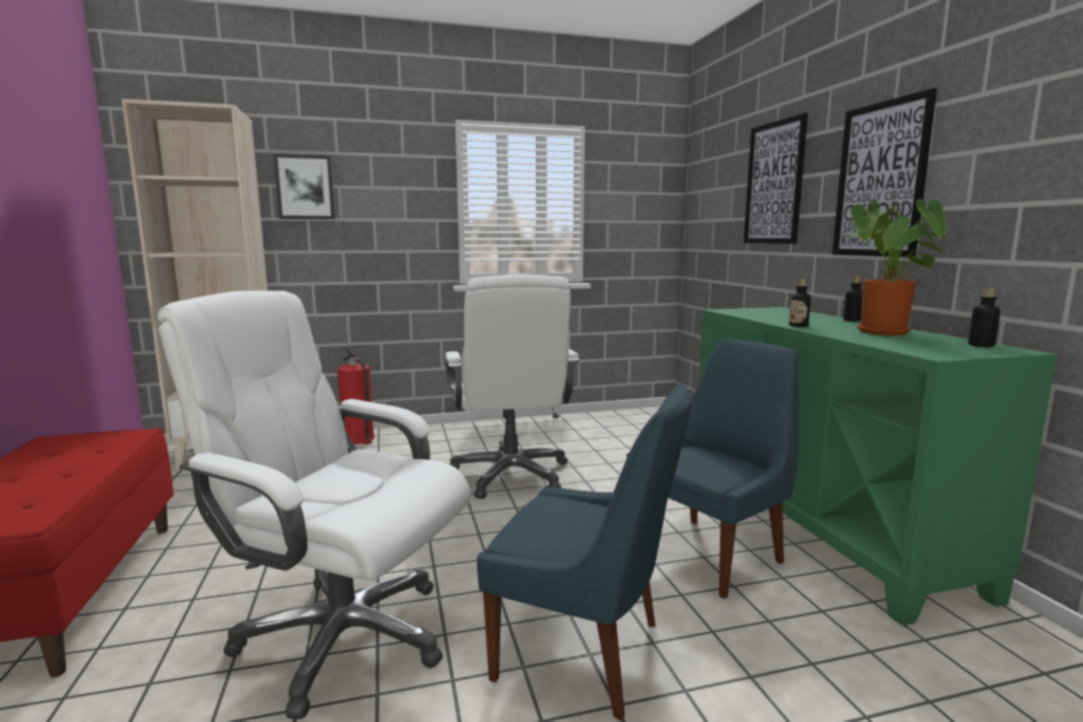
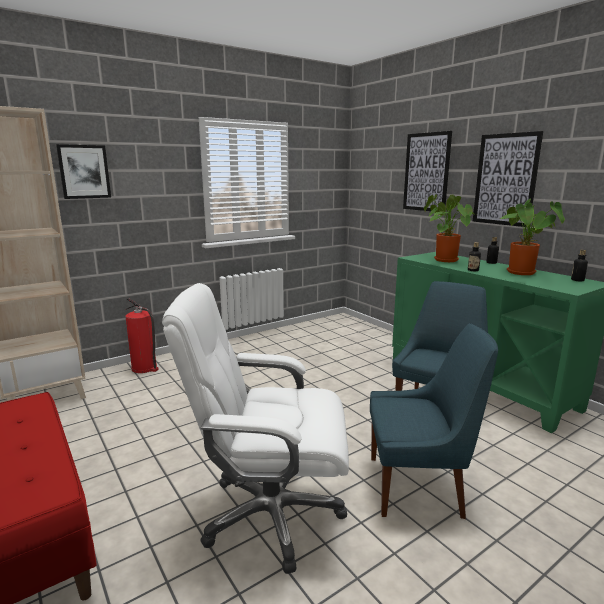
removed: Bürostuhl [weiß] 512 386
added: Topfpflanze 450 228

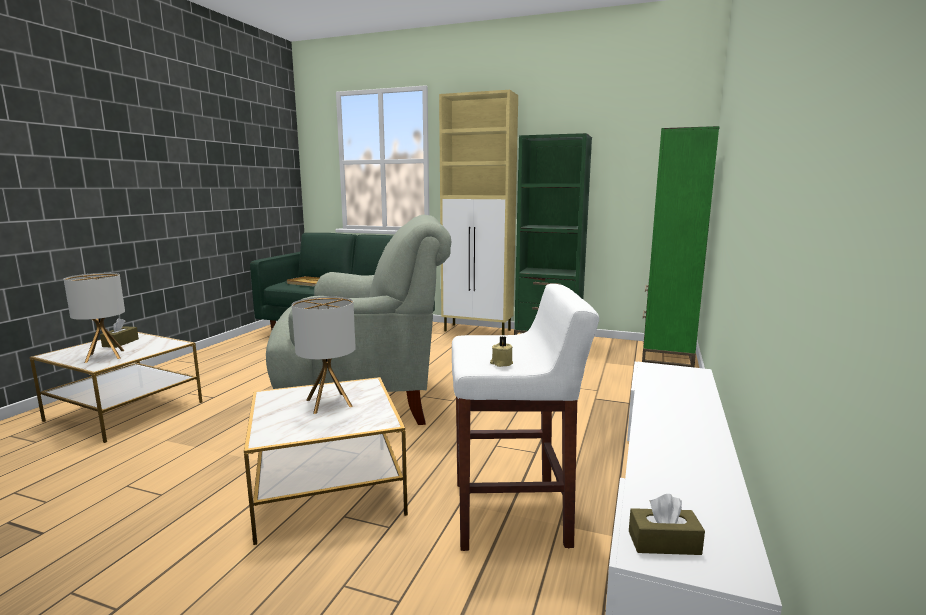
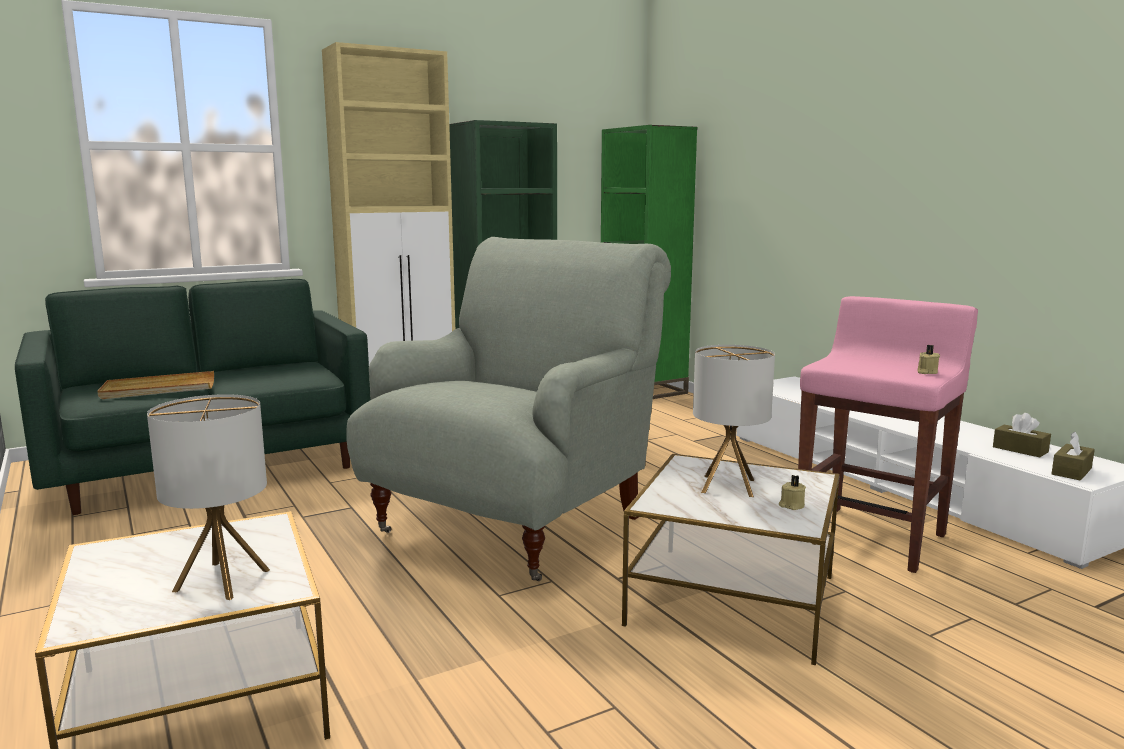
added: Kerze [beige] 792 492
moved: Taschentuchbox [braun] 119 333 to 1022 435
recoloured: Hocker [weiß] 525 417 to Hocker [rosa] 888 434

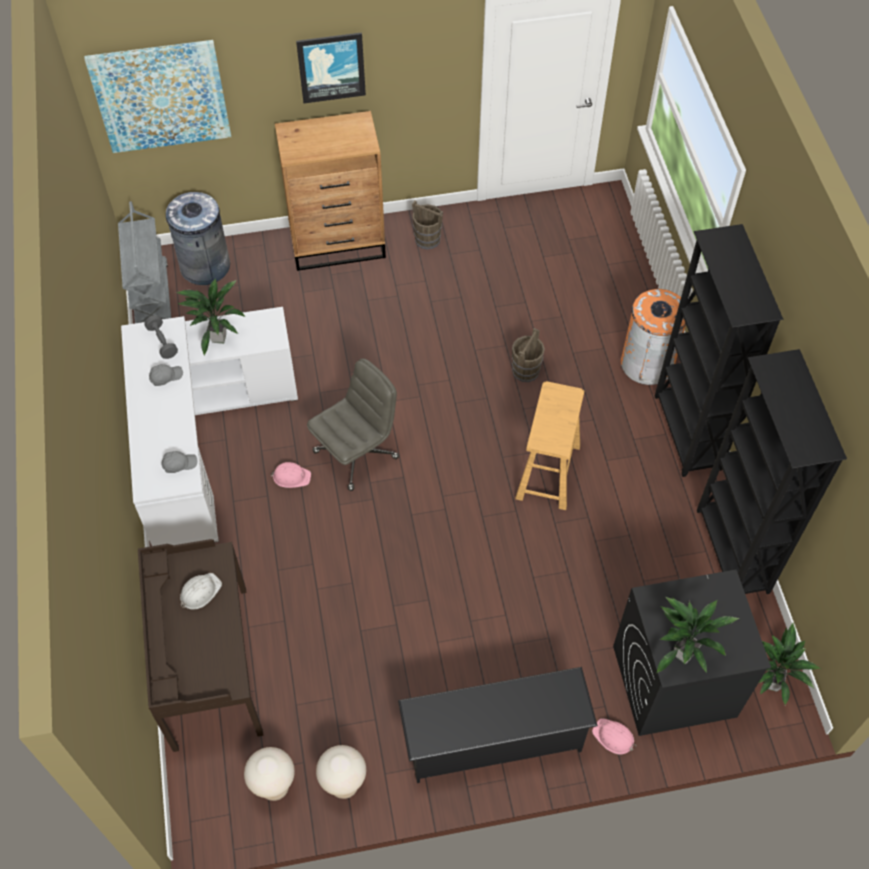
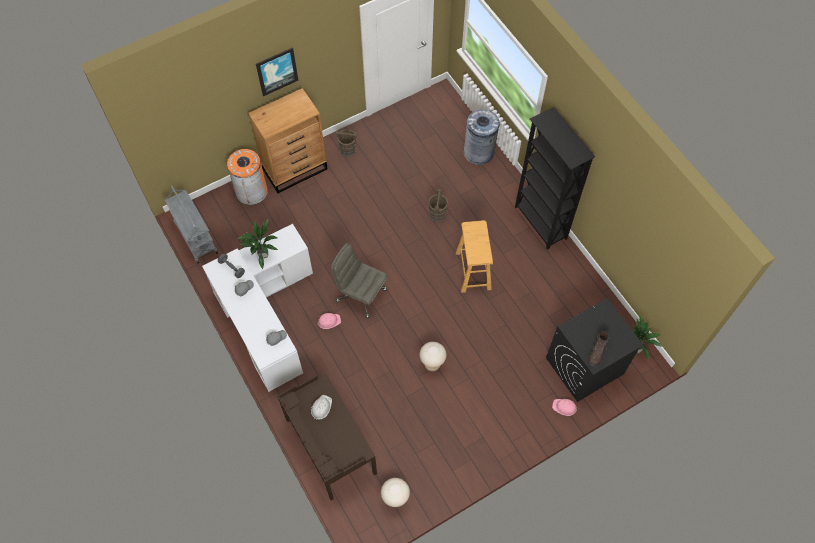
removed: Bild 157 96; Bücherregal [schwarz] 772 471; Schuhregal [schwarz] 498 725
moved: Mülleimer [grau] 197 238 to 481 137; Mülleimer [orange] 653 337 to 247 177; Hocker [beige] 341 772 to 433 356
replaced: Topfpflanze 697 635 to Stiefel [braun] 598 348
turned: Bürostuhl [grau] 353 424 = 359 280 90 degrees counterclockwise

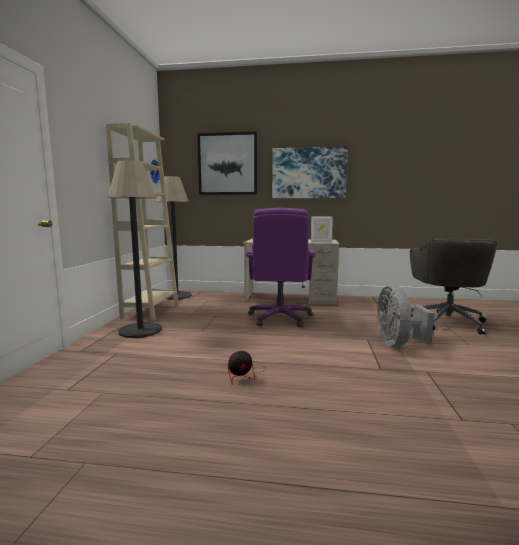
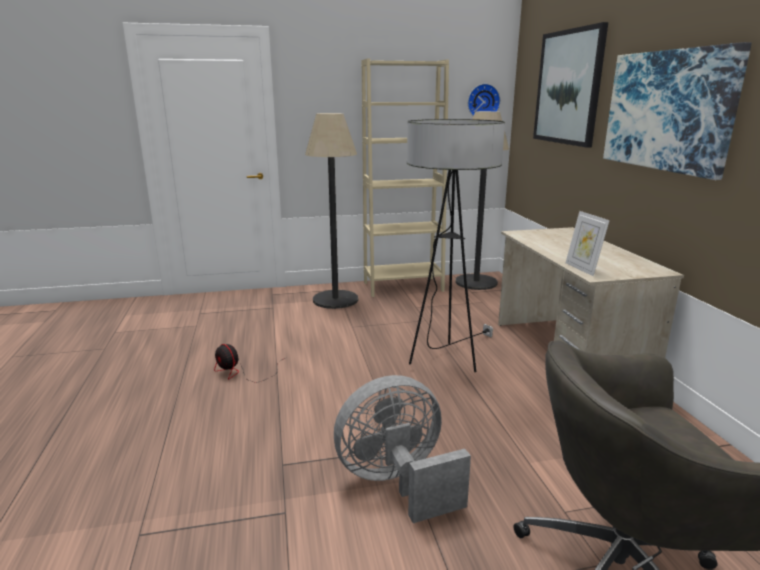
replaced: Bürostuhl [lila] 281 267 to Stehlampe 456 245

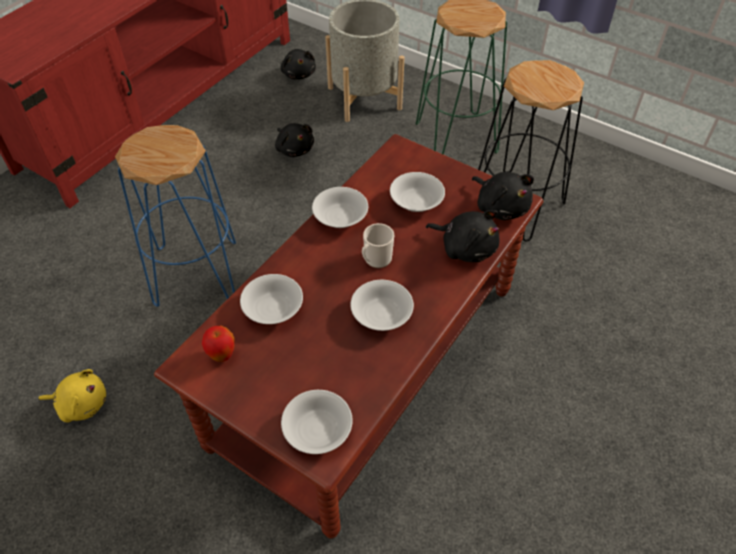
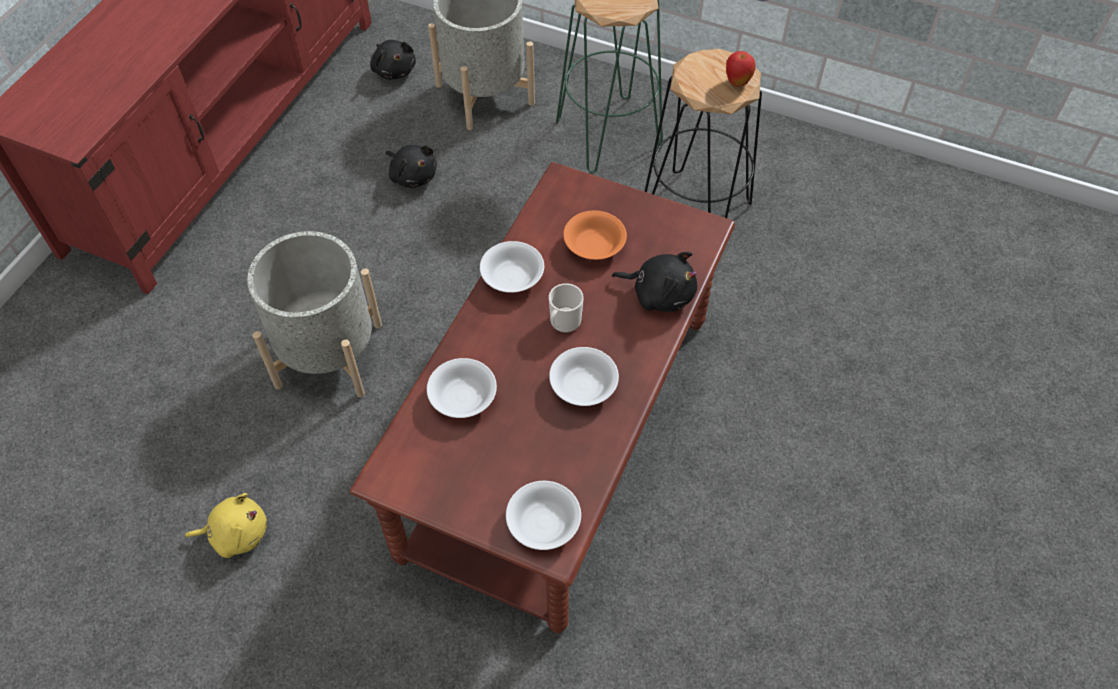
removed: Plüschtier [schwarz] 503 196
moved: Apfel 218 344 to 741 69
replaced: Hocker [blau] 175 216 to Pflanzkübel [grau] 314 314
recoloured: Schüssel [weiß] 417 192 to Schüssel [orange] 595 235

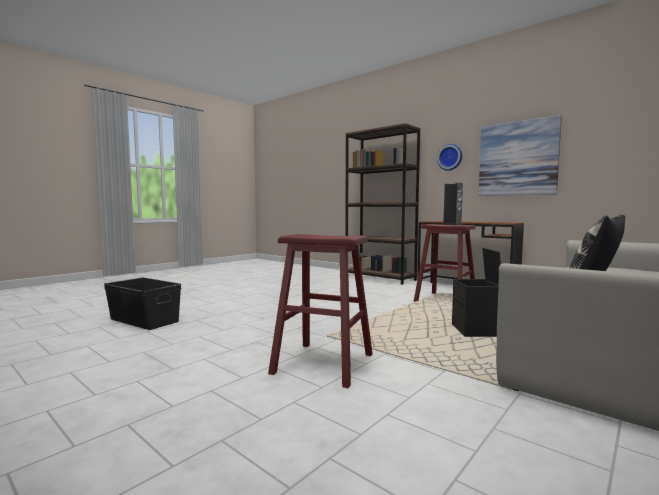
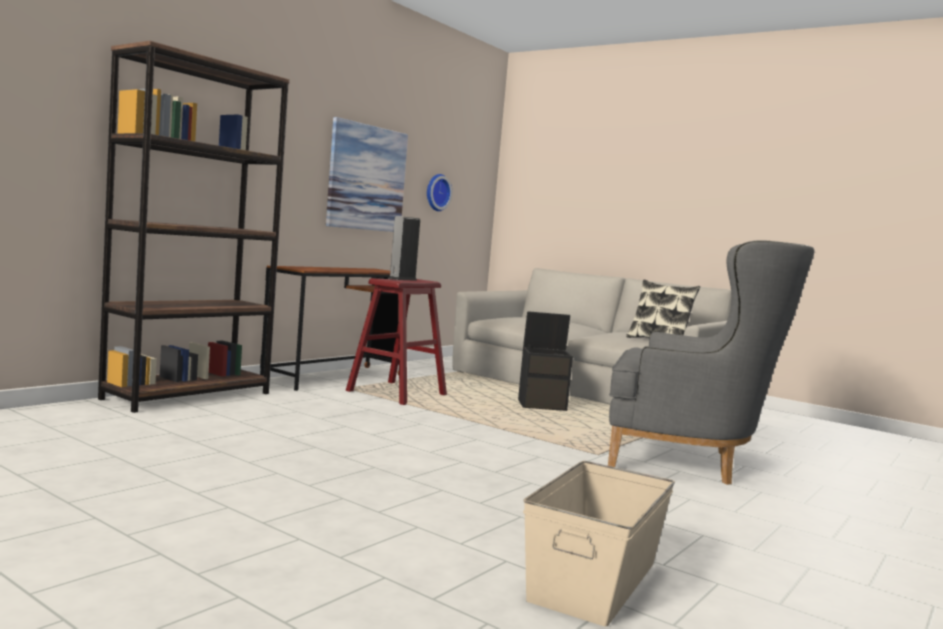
moved: Wanduhr 449 157 to 439 192
replaced: Hocker [rot] 320 311 to Sessel [grau] 711 362
recoloured: Aufbewahrungsbox [schwarz] 142 303 to Aufbewahrungsbox [beige] 599 544

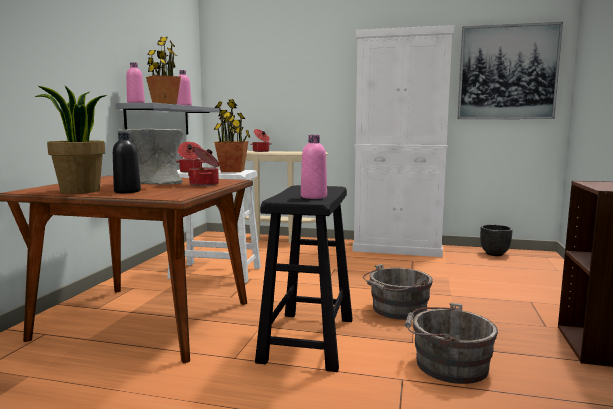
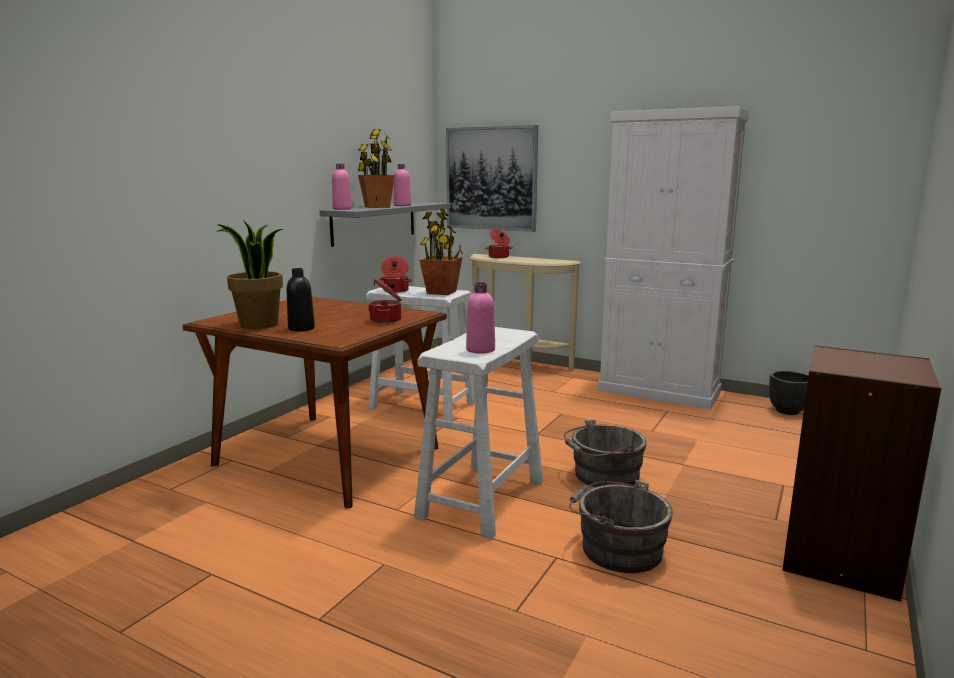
removed: Vase [grau] 150 157
moved: Bild 510 70 to 492 178
recoloured: Hocker [schwarz] 304 278 to Hocker [weiß] 478 433

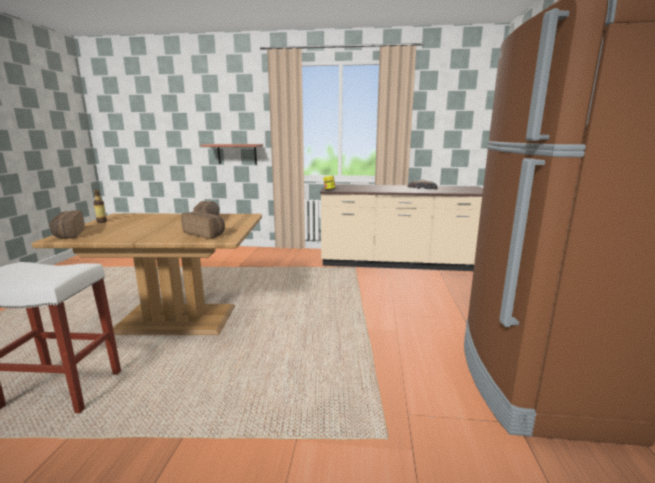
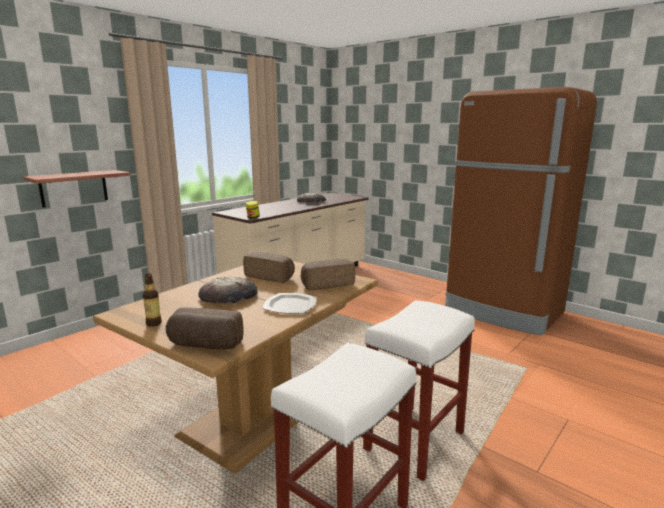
added: Brot 228 289; Teller 290 303; Hocker [weiß] 419 390

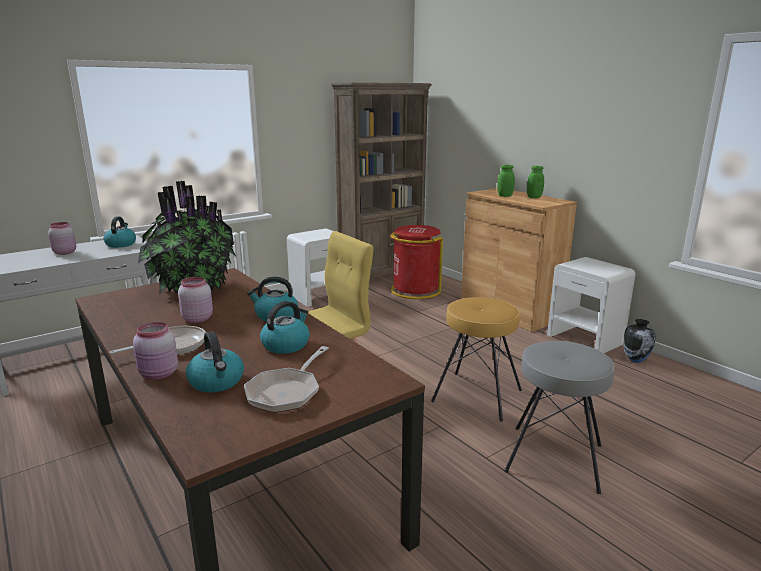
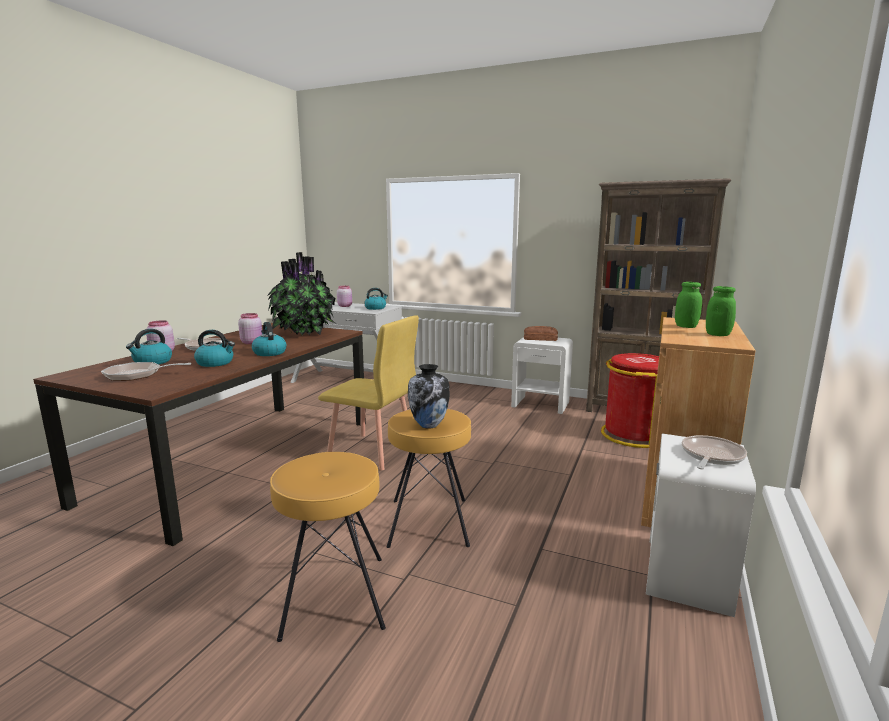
added: Brot 541 333; Pfanne 714 452
moved: Vase 639 341 to 429 396
recoloured: Hocker [grau] 559 417 to Hocker [braun] 328 547

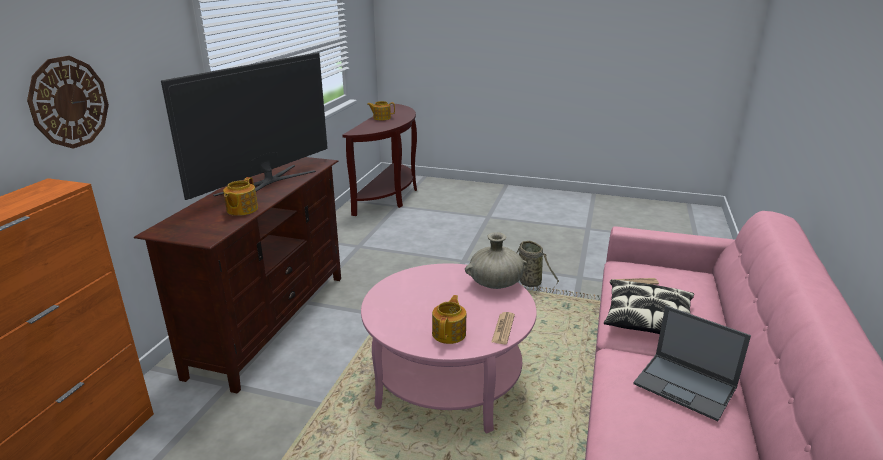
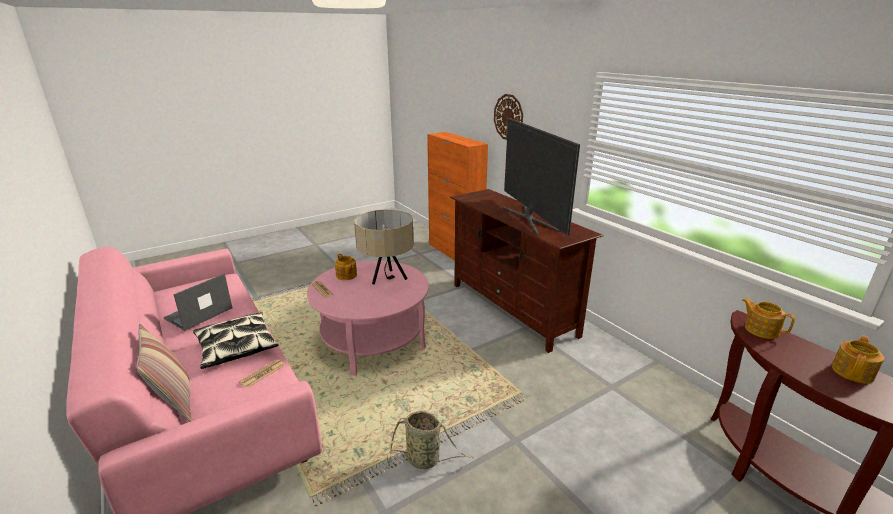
removed: Vase [beige] 496 260
added: Tischlampe [beige] 384 247; Kissen 164 373
moved: Teekanne 240 196 to 768 318
turned: Laptop 692 363 = 197 302 45 degrees counterclockwise

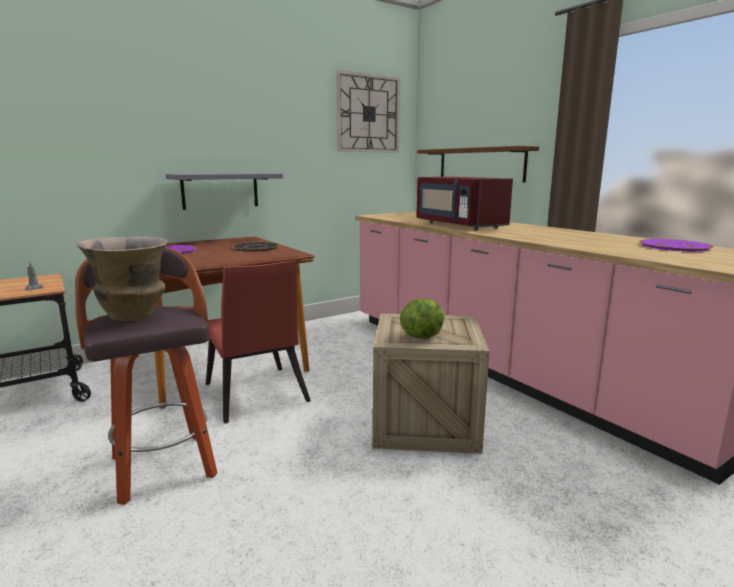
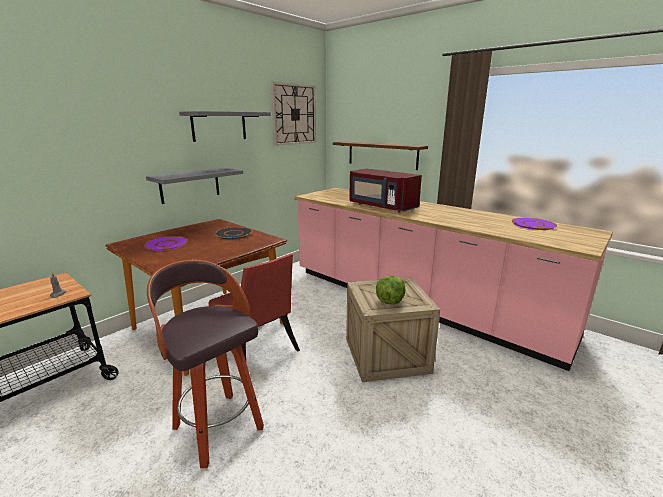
removed: Vase 122 278
added: Wandregal [grau] 225 126

